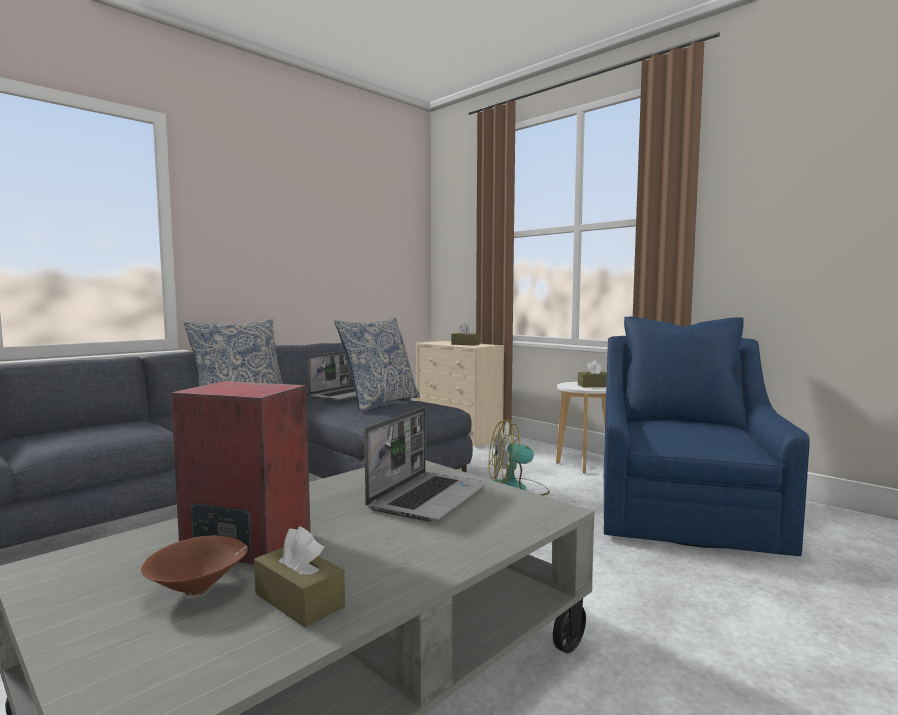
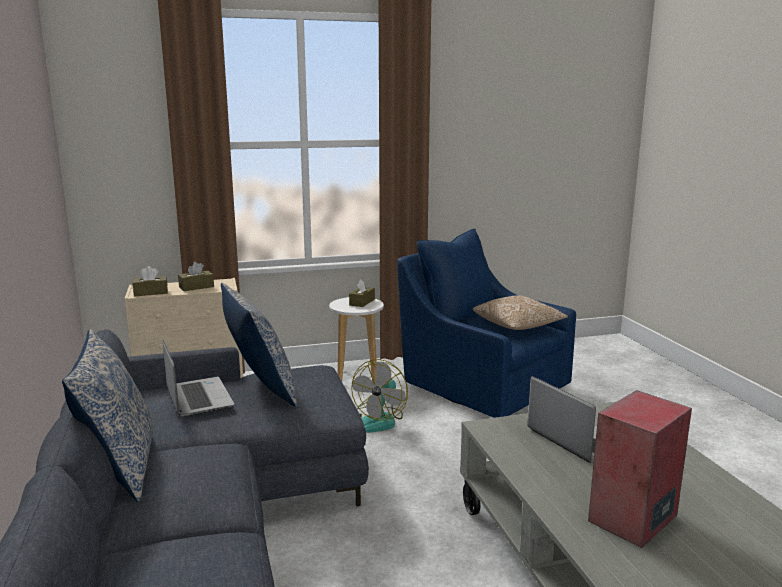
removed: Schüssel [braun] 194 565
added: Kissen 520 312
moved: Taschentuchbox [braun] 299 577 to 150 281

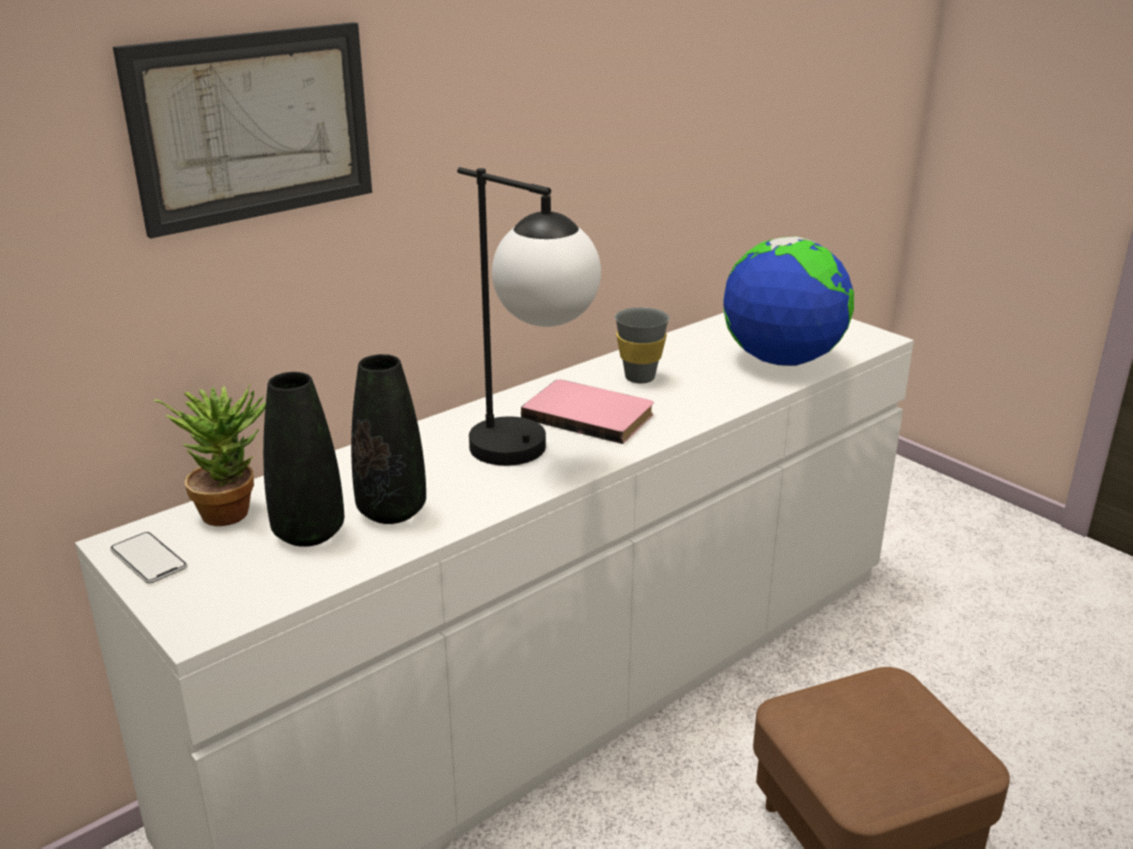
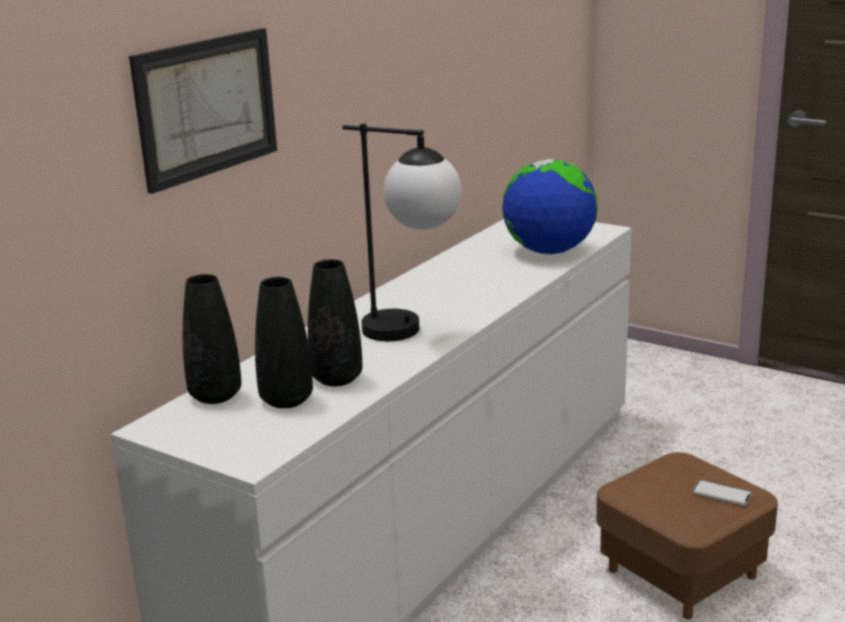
removed: Tasse [grau] 642 345; Buch [rosa] 587 412
moved: Handy 148 557 to 722 493
replaced: Topfpflanze 210 455 to Vase [schwarz] 212 339

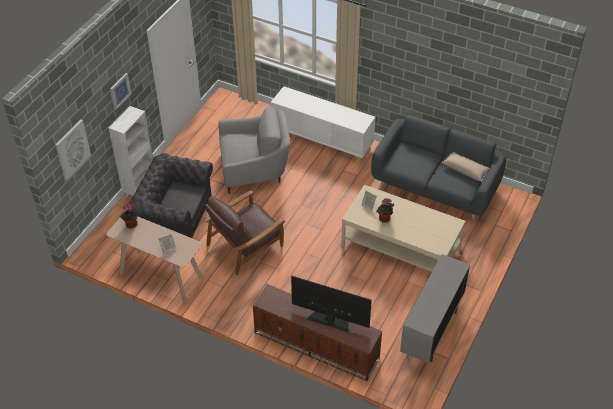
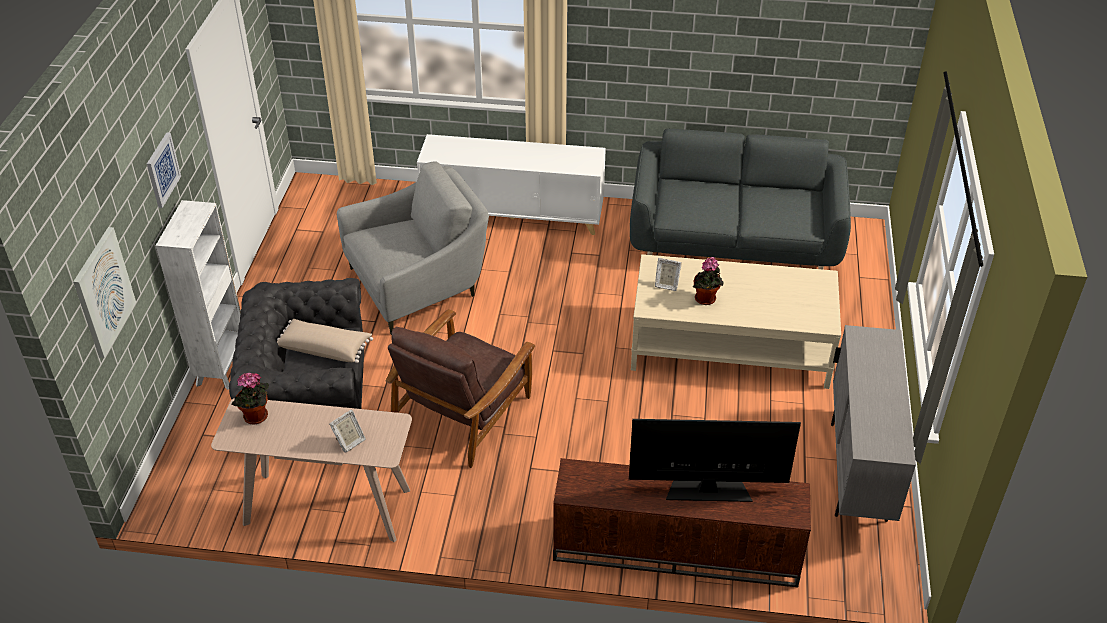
moved: Kissen [beige] 465 167 to 325 341

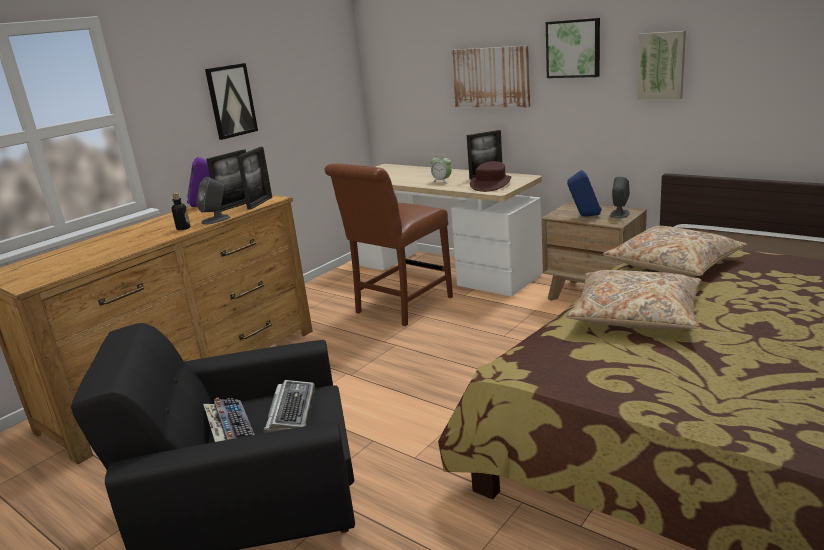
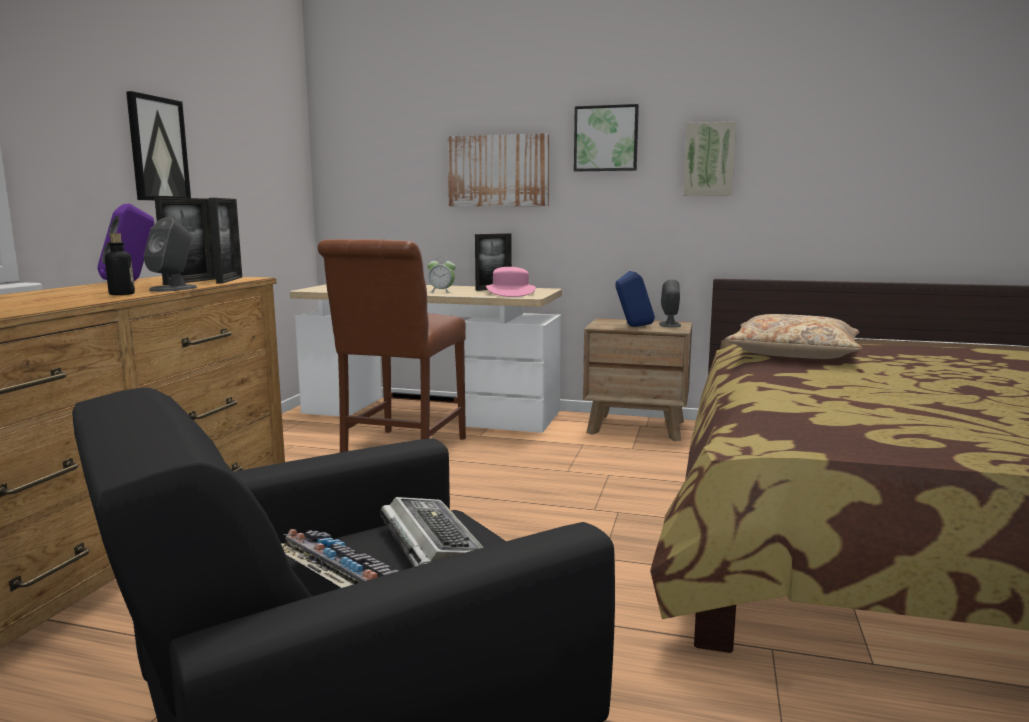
removed: Kissen [beige] 633 300
recoloured: Hut [braun] 490 176 to Hut [rosa] 511 282

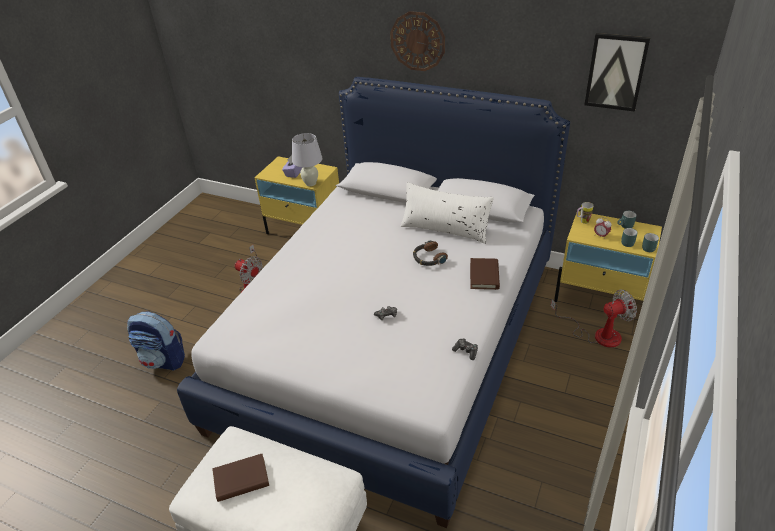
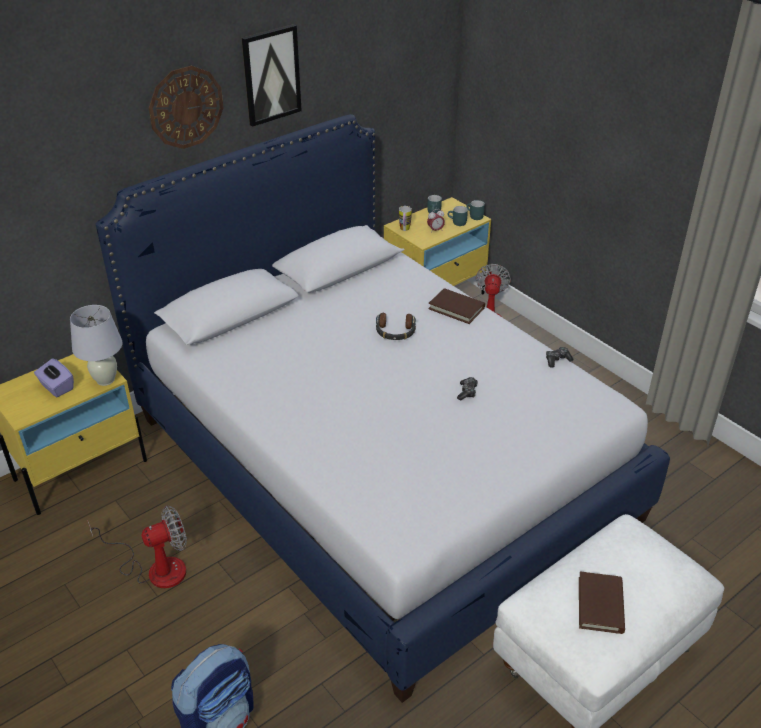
removed: Kissen [weiß] 447 213
moved: Bild 617 72 to 271 75

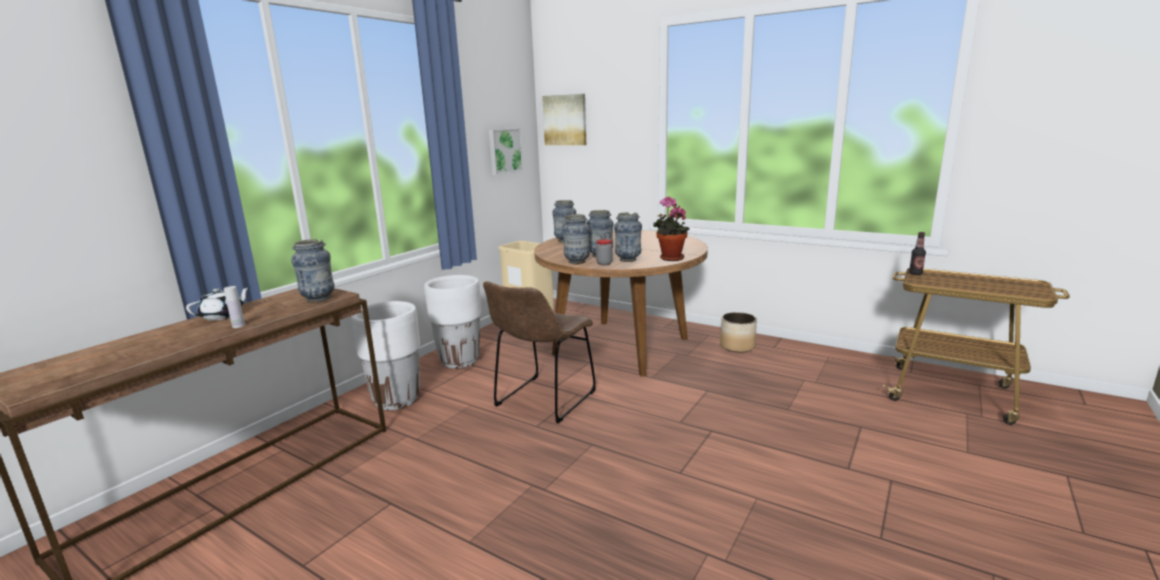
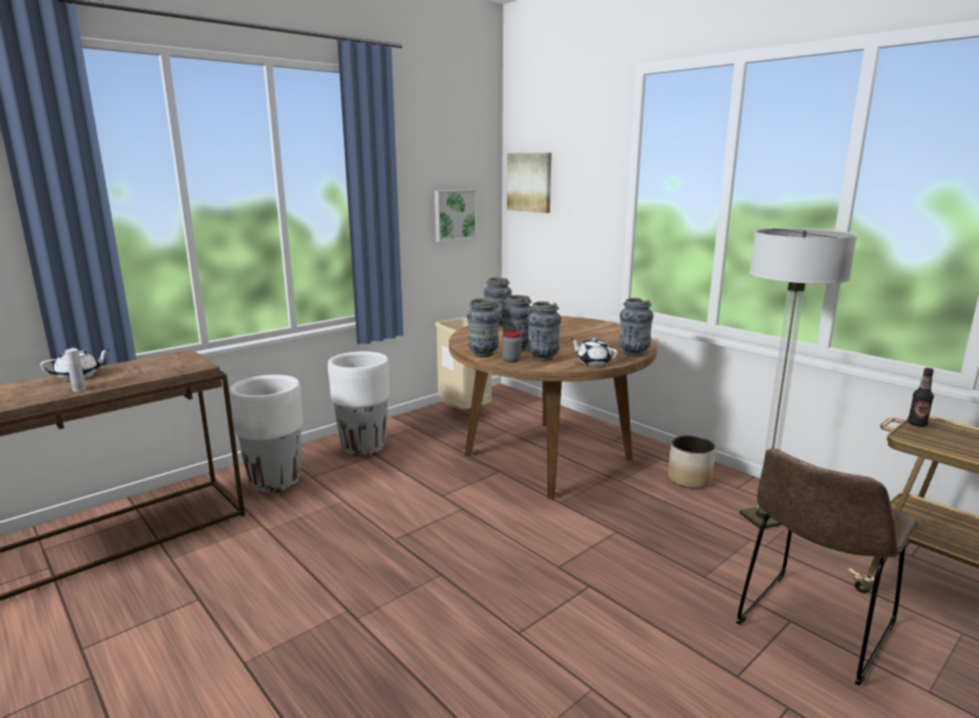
added: Stehlampe 798 378
moved: Vase 312 271 to 636 327; Stuhl [braun] 539 352 to 827 567
replaced: Topfpflanze 671 228 to Teekanne [weiß] 594 351

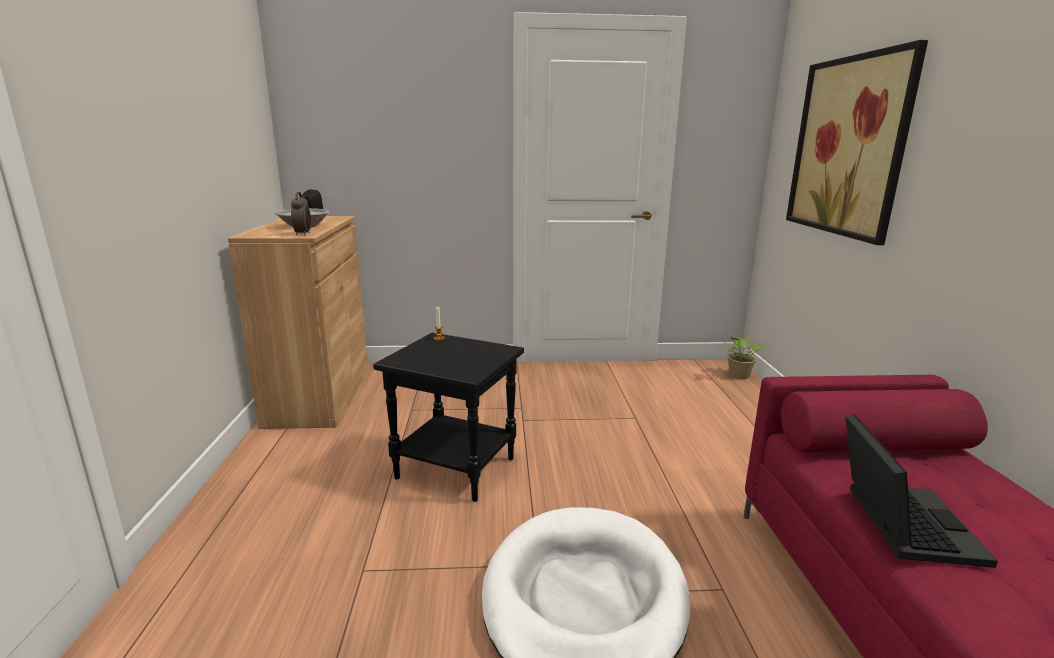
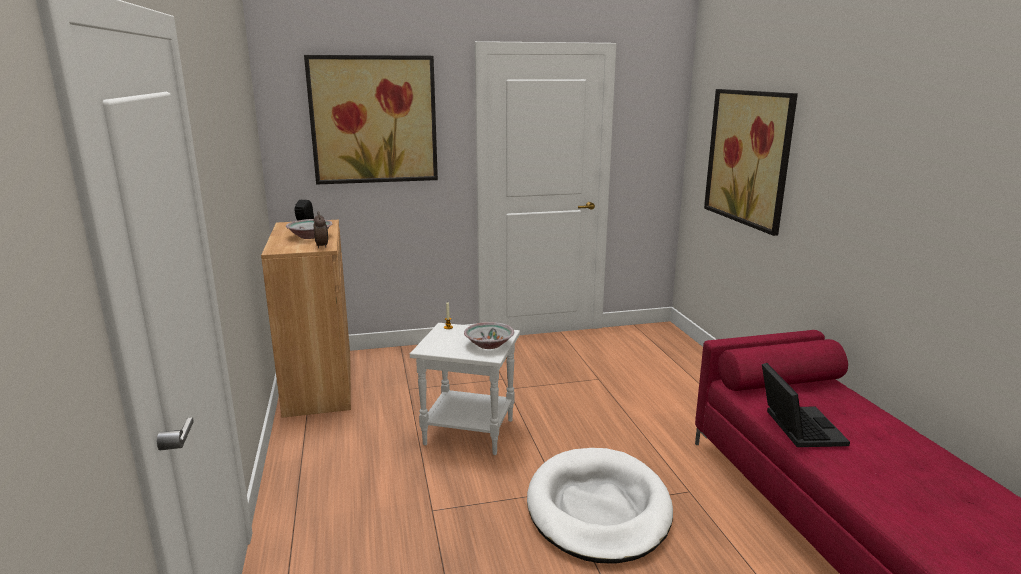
removed: Topfpflanze 744 358
added: Bild 371 120; Schüssel 489 335
recoloured: Beistelltisch [schwarz] 448 417 to Beistelltisch [weiß] 465 389

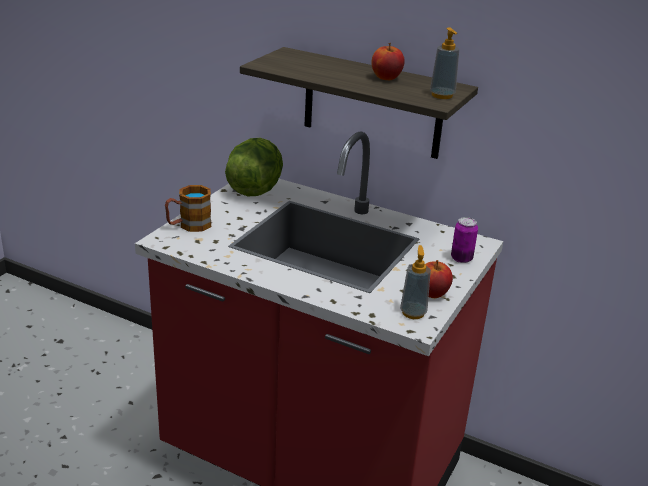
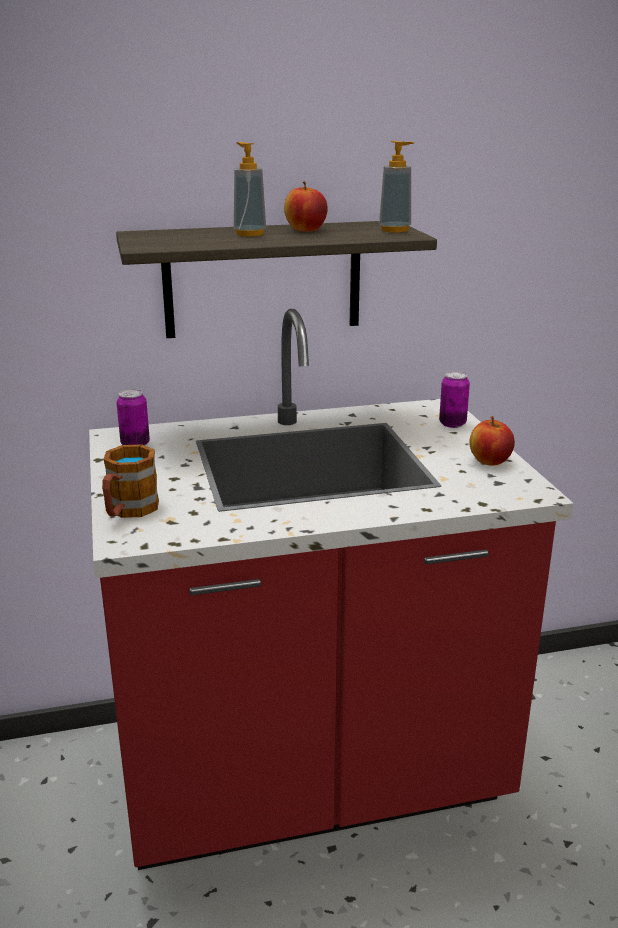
moved: Seifenspender 415 282 to 250 189
replaced: Salatkopf 254 167 to Dose 133 417

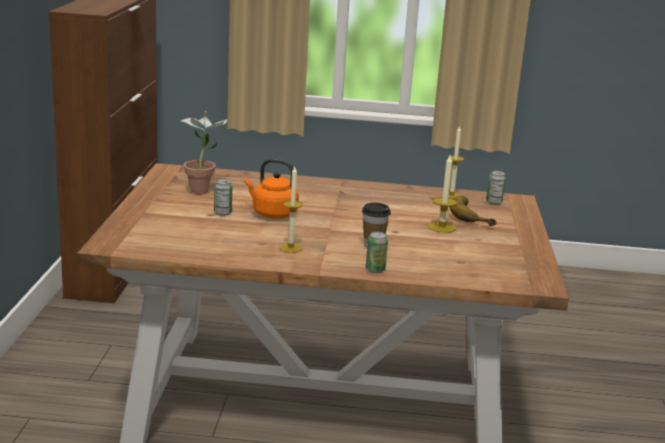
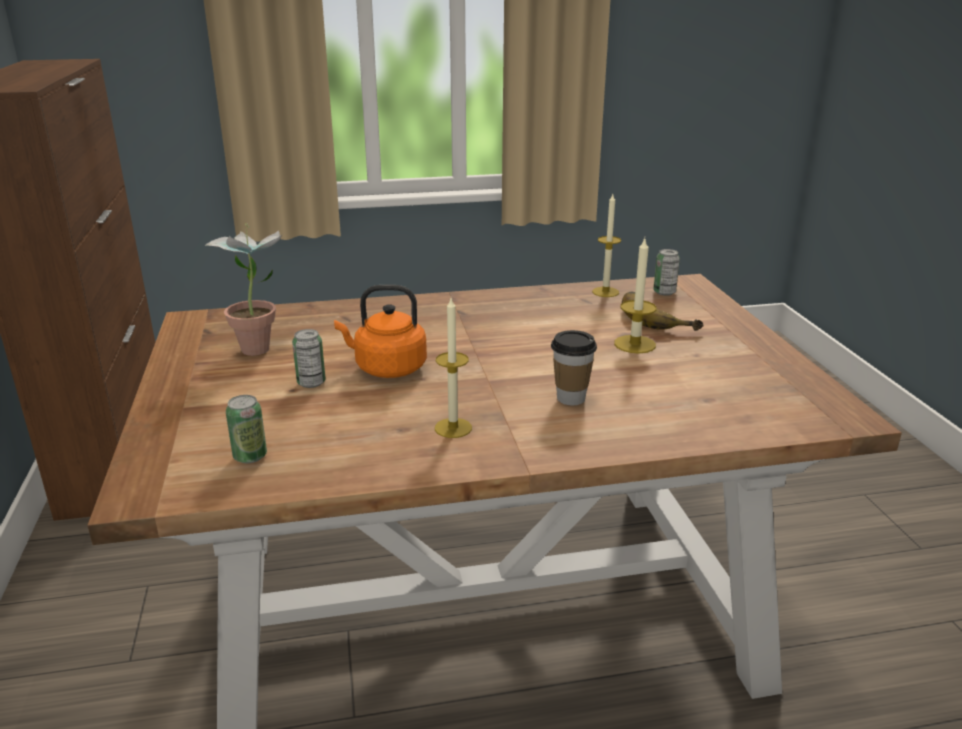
moved: Dose 377 252 to 246 429

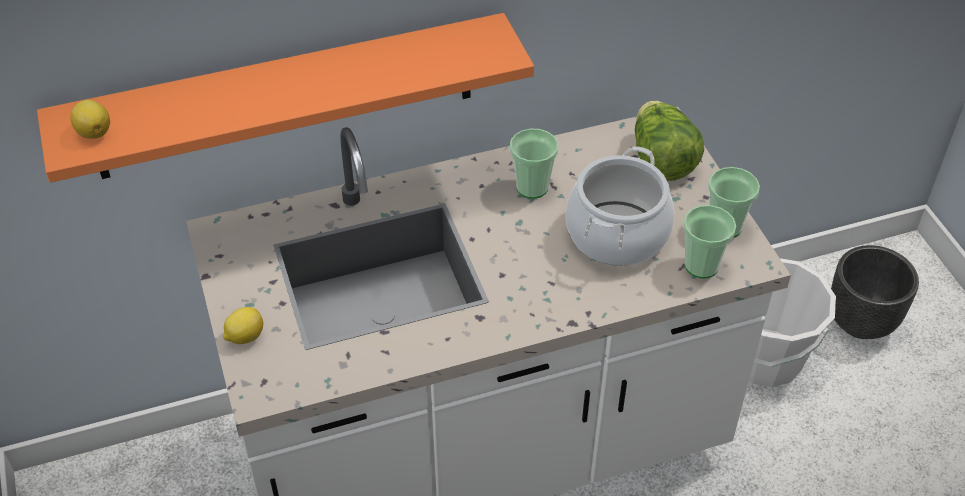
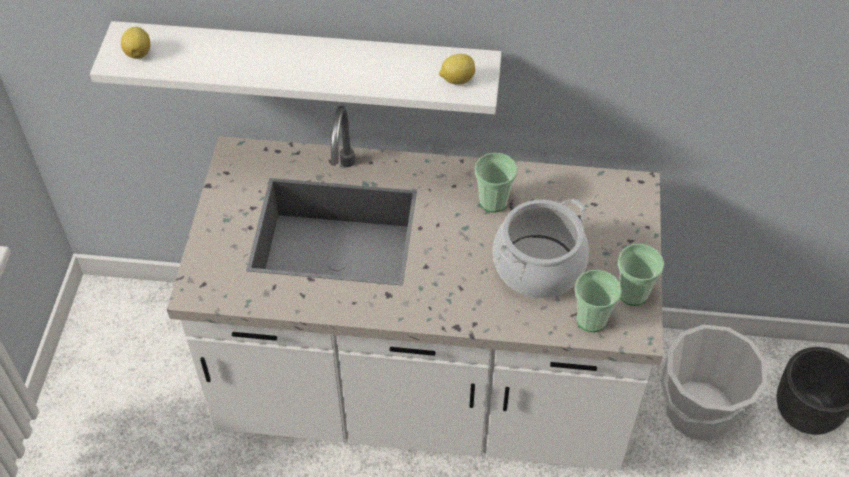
removed: Salatkopf 669 141
moved: Zitrone 243 325 to 457 69
recoloured: Wandregal [orange] 285 98 to Wandregal [weiß] 296 67

